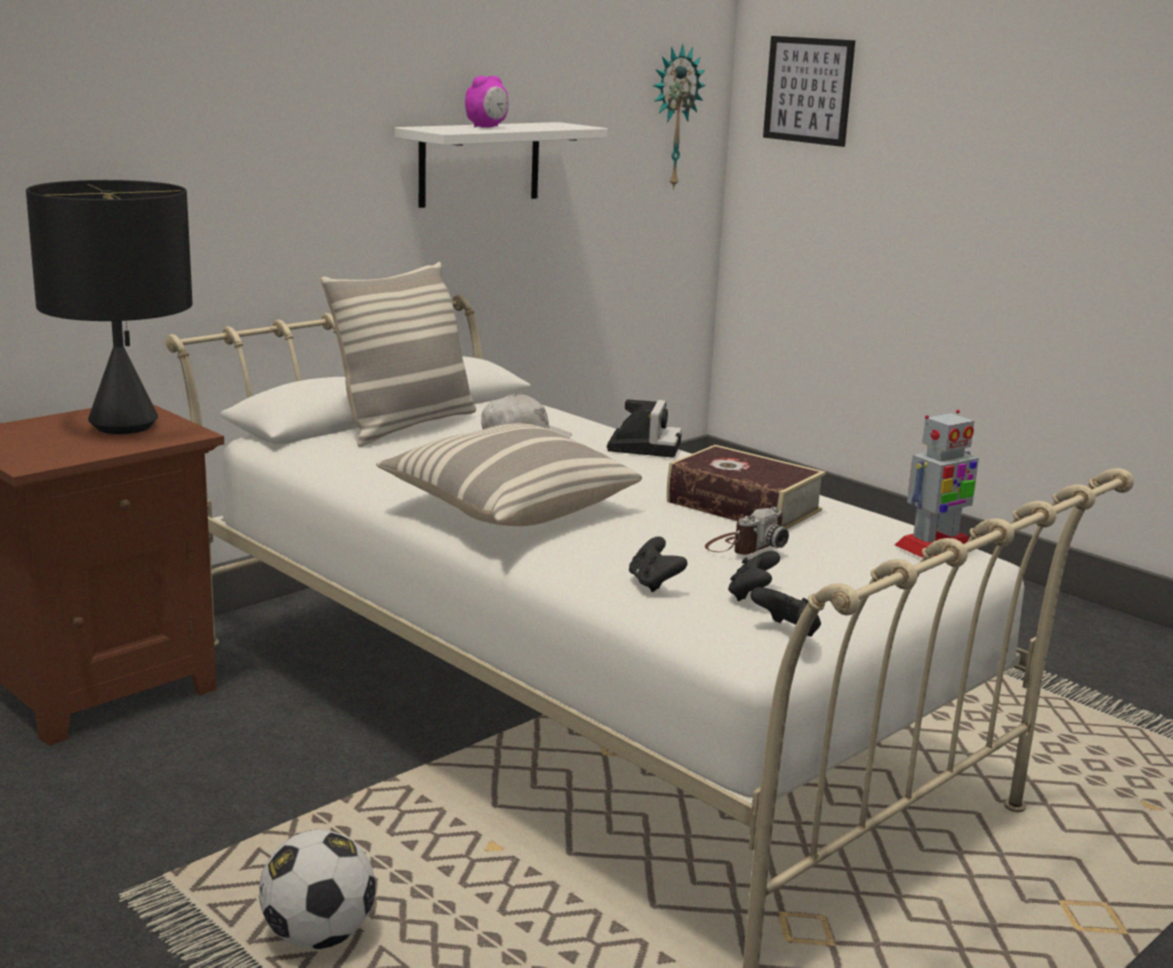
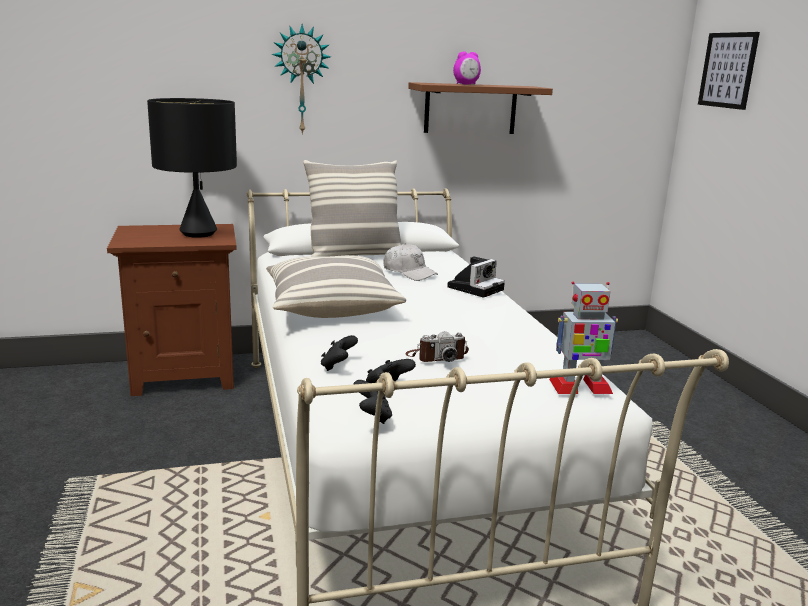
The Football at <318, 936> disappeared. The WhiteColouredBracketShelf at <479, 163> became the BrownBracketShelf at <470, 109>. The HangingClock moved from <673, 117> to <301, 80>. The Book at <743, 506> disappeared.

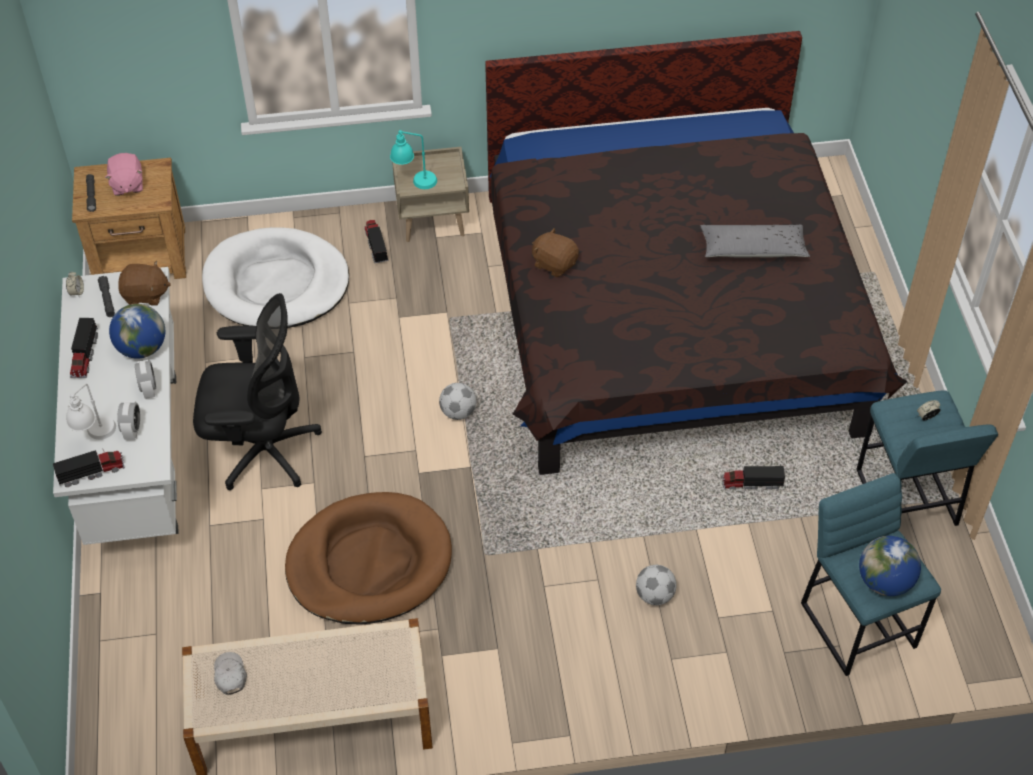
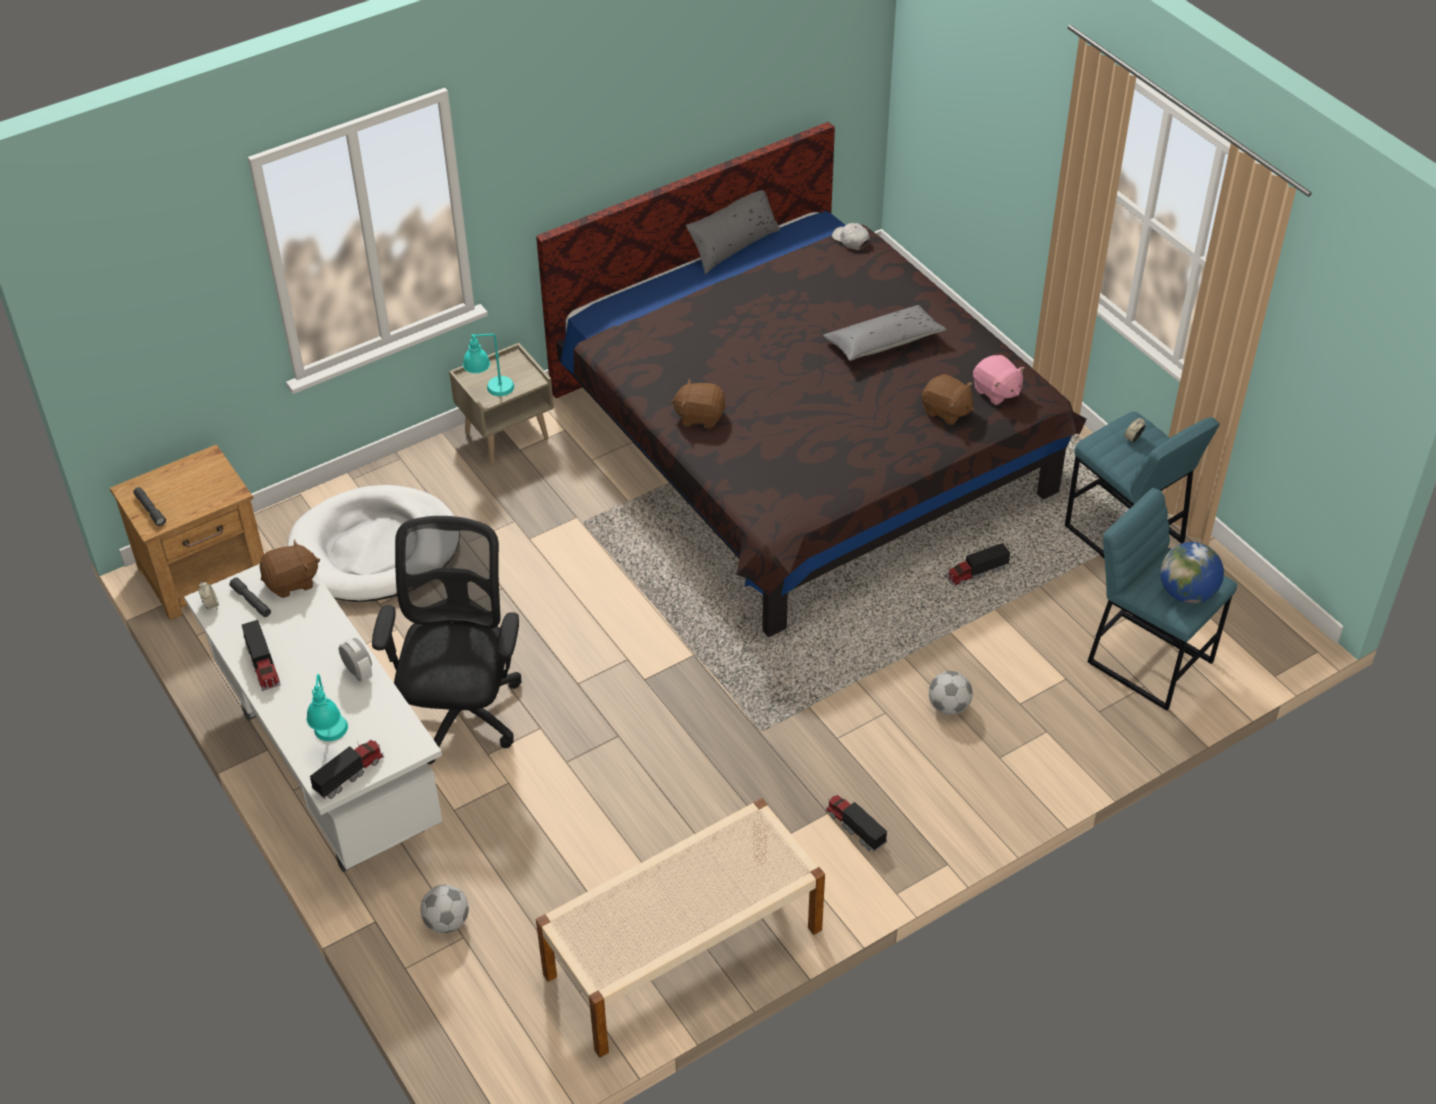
The WhiteColouredLampForATable at <96, 438> became the TurquoiseColouredLampForATable at <332, 739>. The PinkishPlushToy moved from <127, 185> to <996, 392>. The DeskGlobe at <142, 348> disappeared. The AlarmClock at <132, 430> disappeared. The BlackColouredDeskChair at <258, 452> turned 60 degrees counterclockwise. The WhiteColouredPeakedCap moved from <230, 675> to <851, 240>. The BrownDogCushion at <369, 563> disappeared. The ToyLorry moved from <376, 245> to <855, 827>. The Football moved from <458, 412> to <446, 922>. The GreyishCushion at <734, 246> appeared. The BrownPlushToy at <946, 411> appeared.

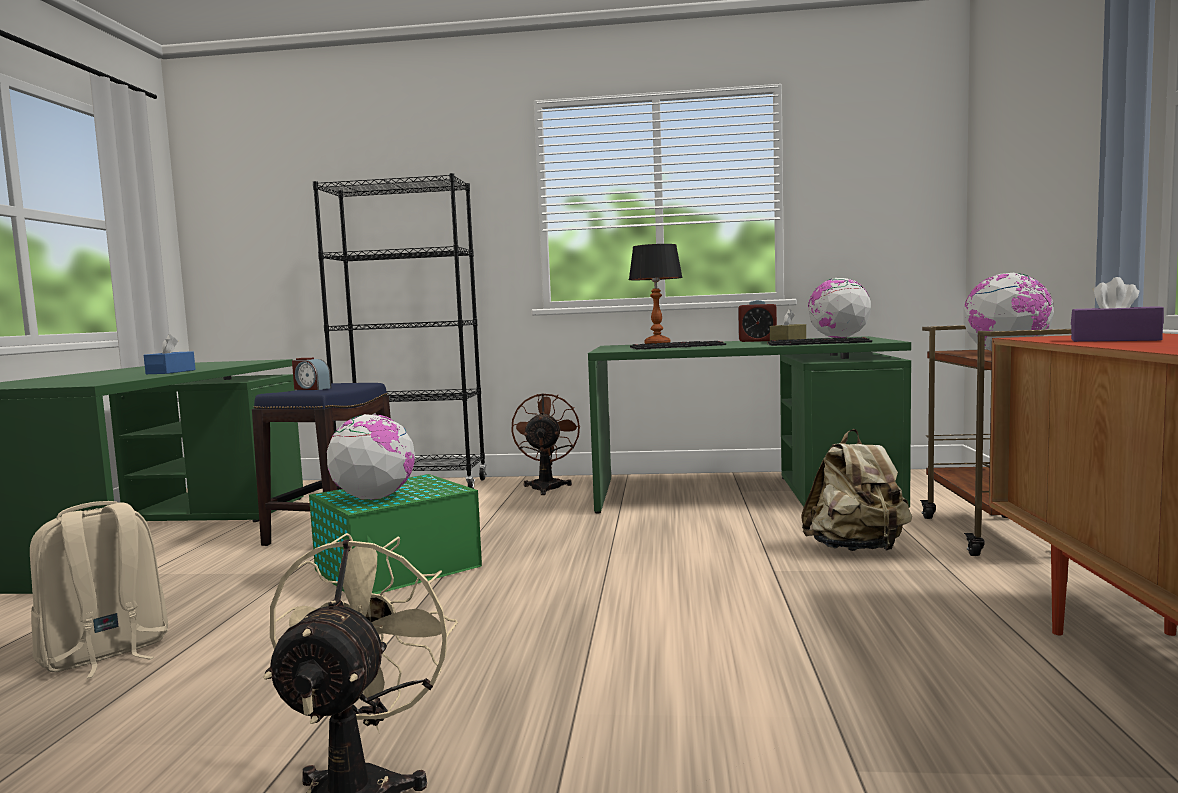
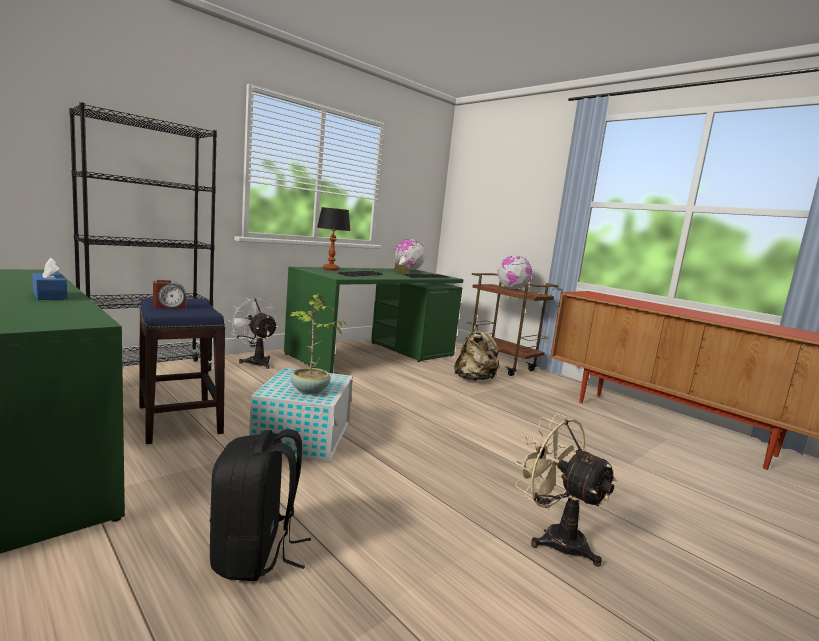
The BeigeBackpack at <104, 655> became the BlackColouredBackpack at <255, 554>. The GreenishStorageBox at <400, 569> became the WhiteColouredStorageBox at <303, 435>. The DeskGlobe at <374, 498> was replaced by the Houseplant at <309, 391>. The BrownFan at <547, 486> became the WhiteColouredFan at <255, 361>. The AlarmClock at <757, 341> disappeared. The PurpleTissueBox at <1114, 340> disappeared.

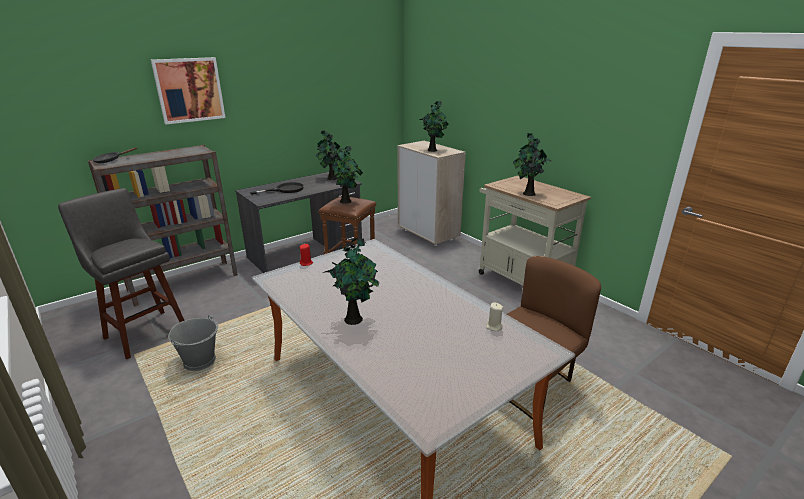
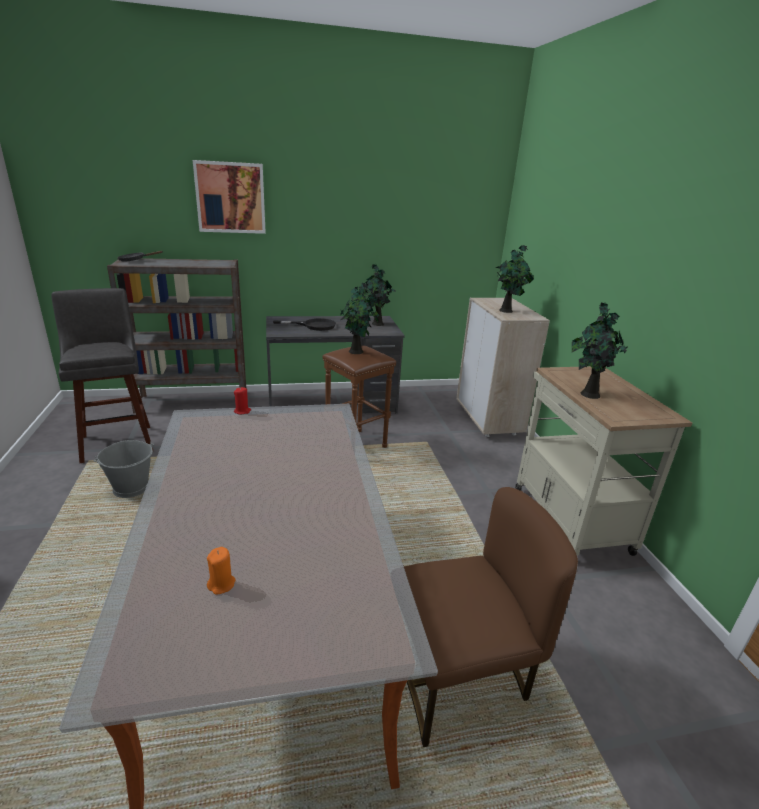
The Houseplant at <355, 319> disappeared. The BeigeWaxLight at <494, 327> disappeared. The OrangeColouredWaxLight at <221, 584> appeared.

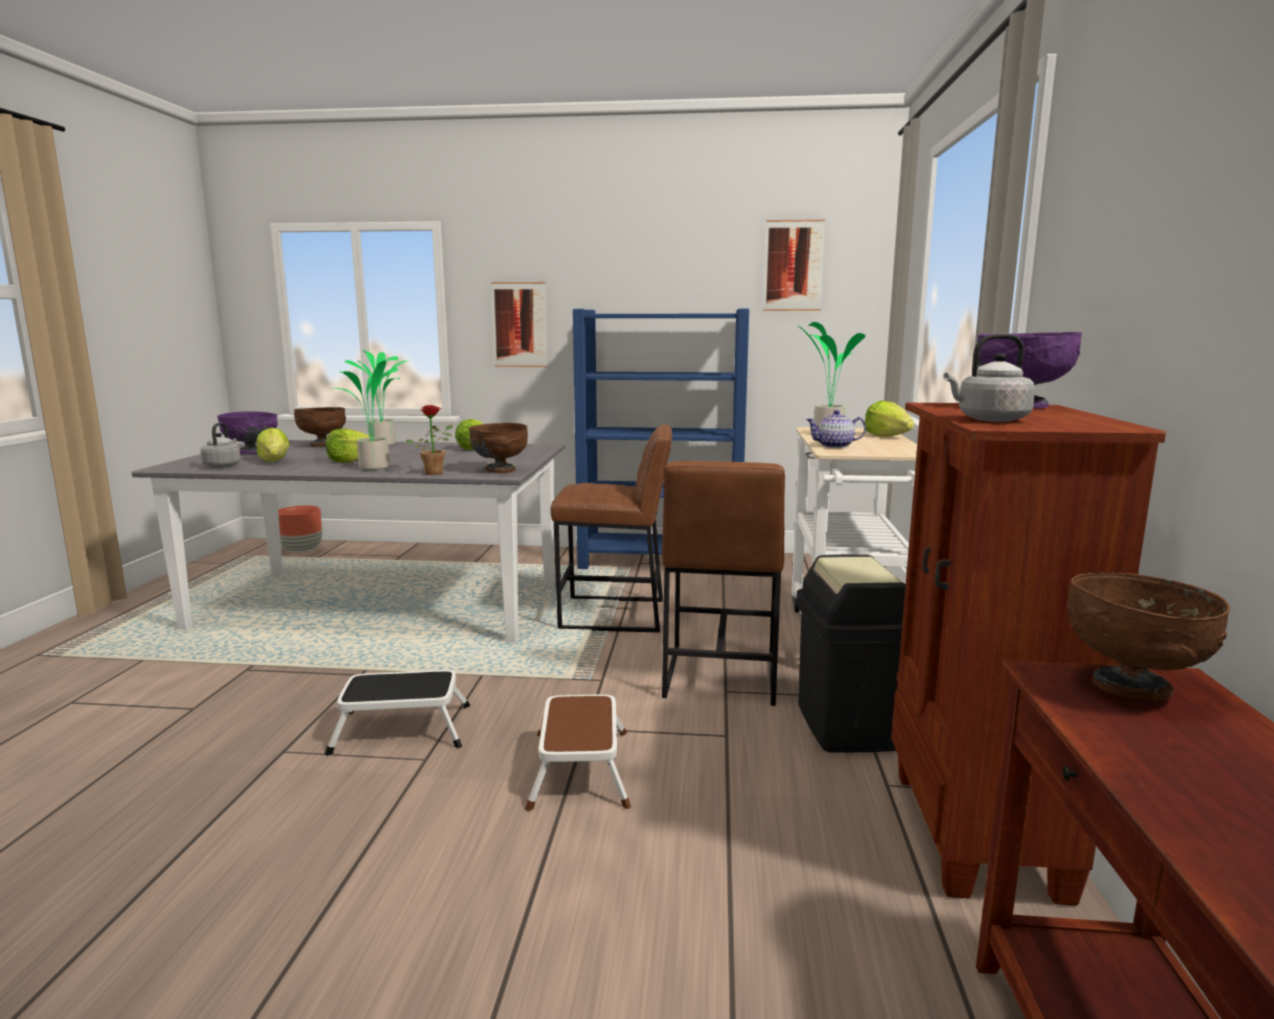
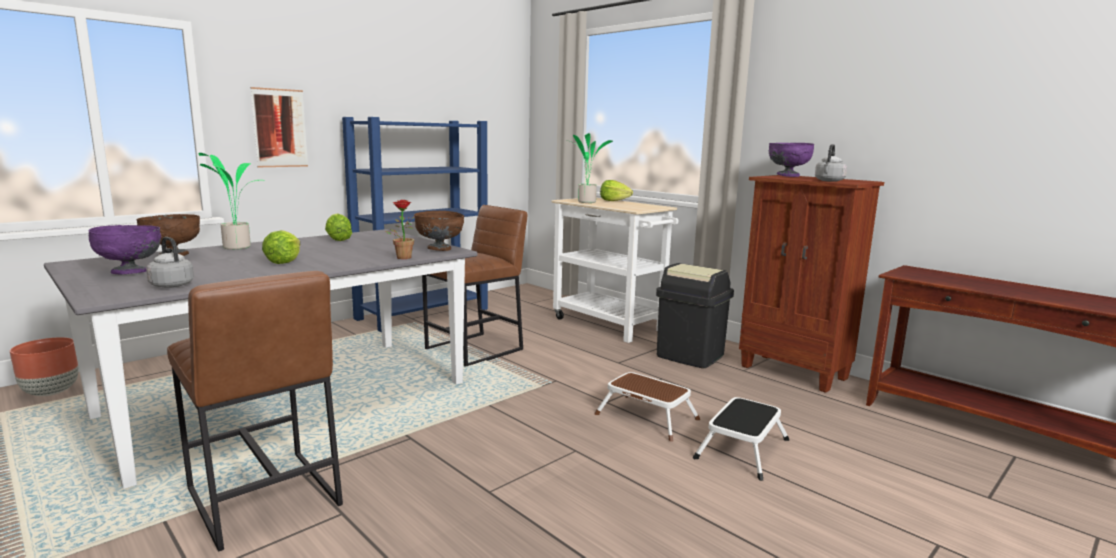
The LettuceHead at <275, 461> disappeared. The BlackColouredStepladder moved from <402, 728> to <741, 448>. The Houseplant at <375, 468> disappeared. The BrownChair moved from <720, 676> to <264, 498>. The WallPicture at <793, 266> disappeared. The TeaPot at <835, 446> disappeared. The BrownServingBowl at <1132, 688> disappeared.

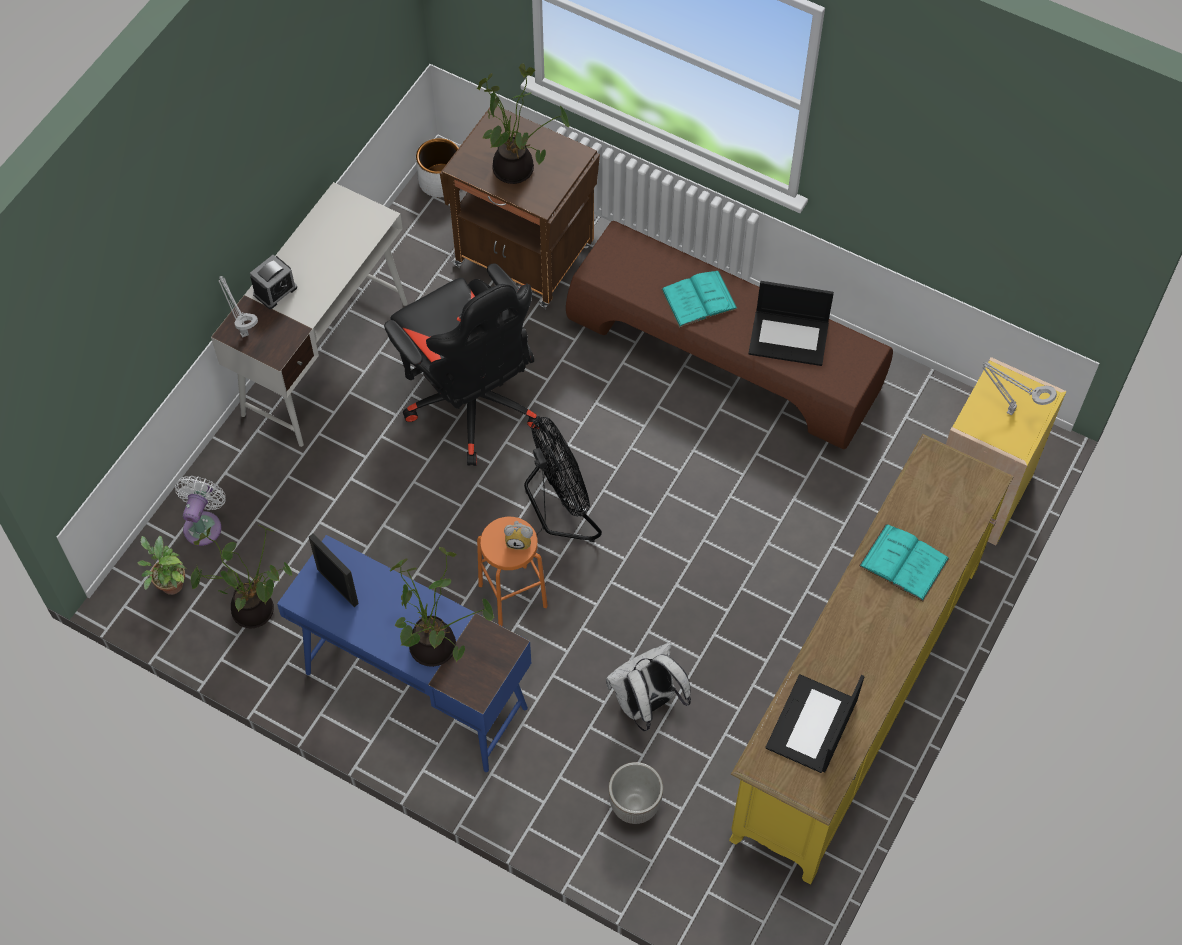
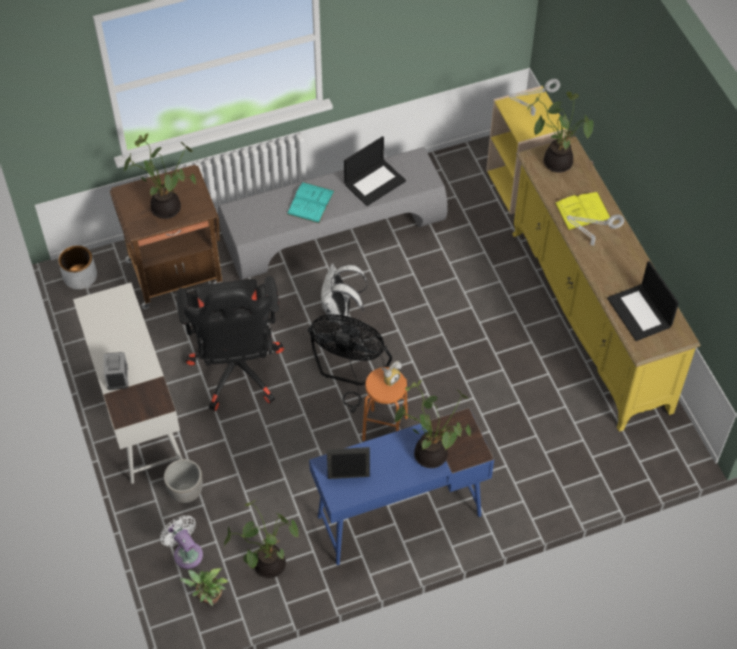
The GreyishLampForATable moved from <243, 332> to <590, 243>. The BlackColouredDeskChair at <467, 395> turned 75 degrees clockwise. The BrownIndoorBench at <725, 354> became the GreyishIndoorBench at <333, 229>. The WhiteColouredBackpack moved from <646, 704> to <340, 313>. The FlowerPot moved from <634, 806> to <186, 493>. The TurquoiseColouredBook at <904, 562> became the YellowishBook at <582, 211>. The Houseplant at <557, 160> appeared.

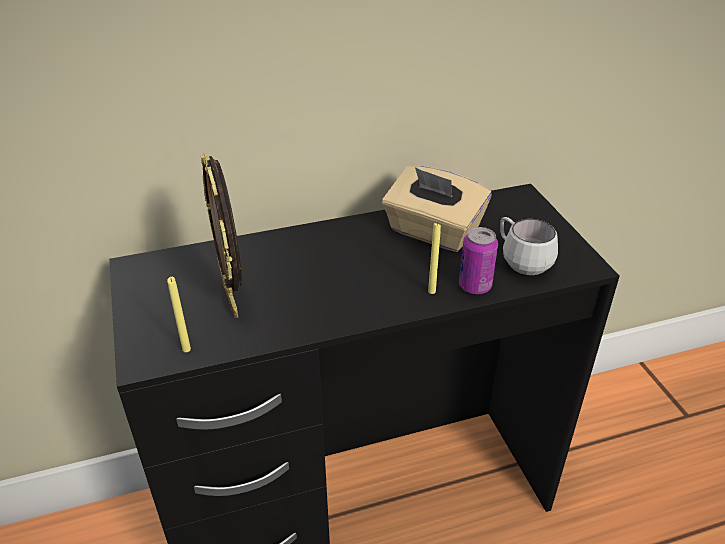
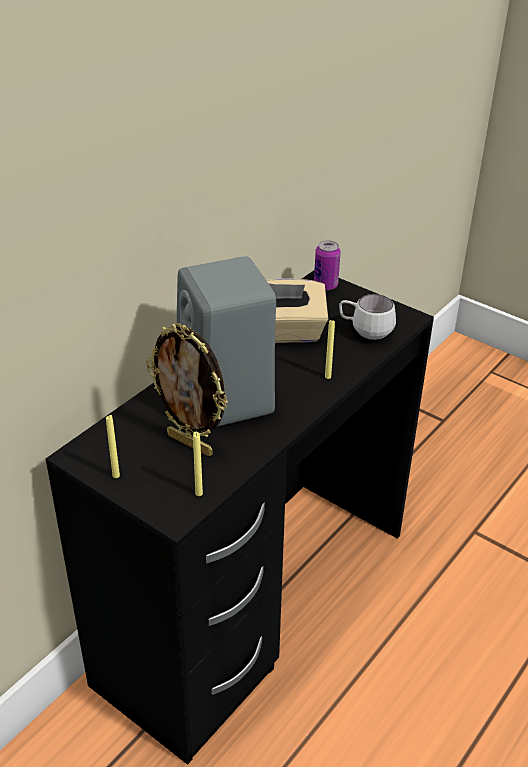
The MetalCan moved from <475, 286> to <325, 285>. The YellowishWaxLight at <116, 475> appeared. The GreyishLoudspeaker at <228, 400> appeared.

